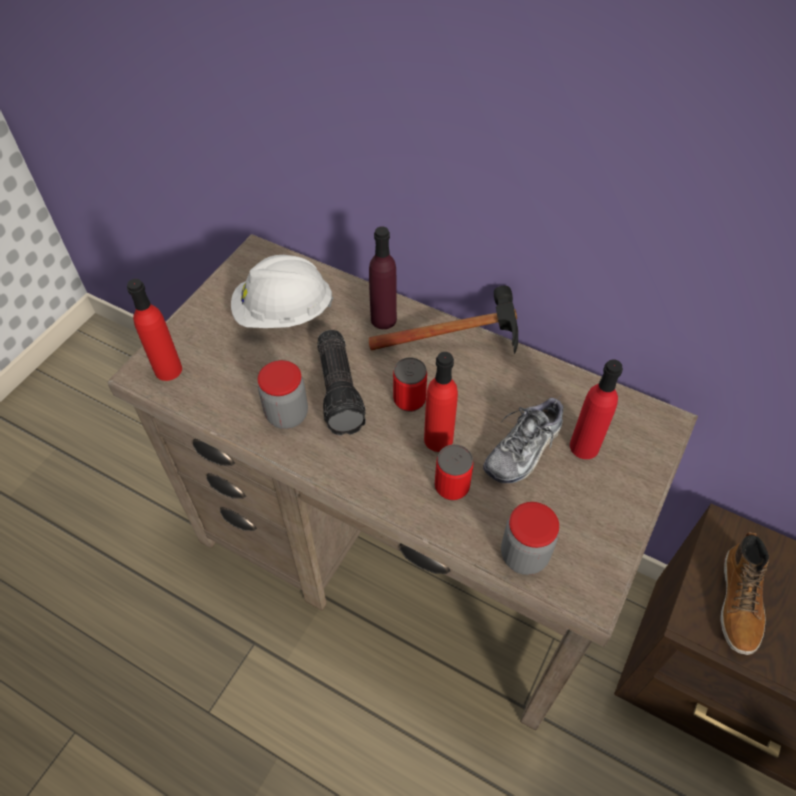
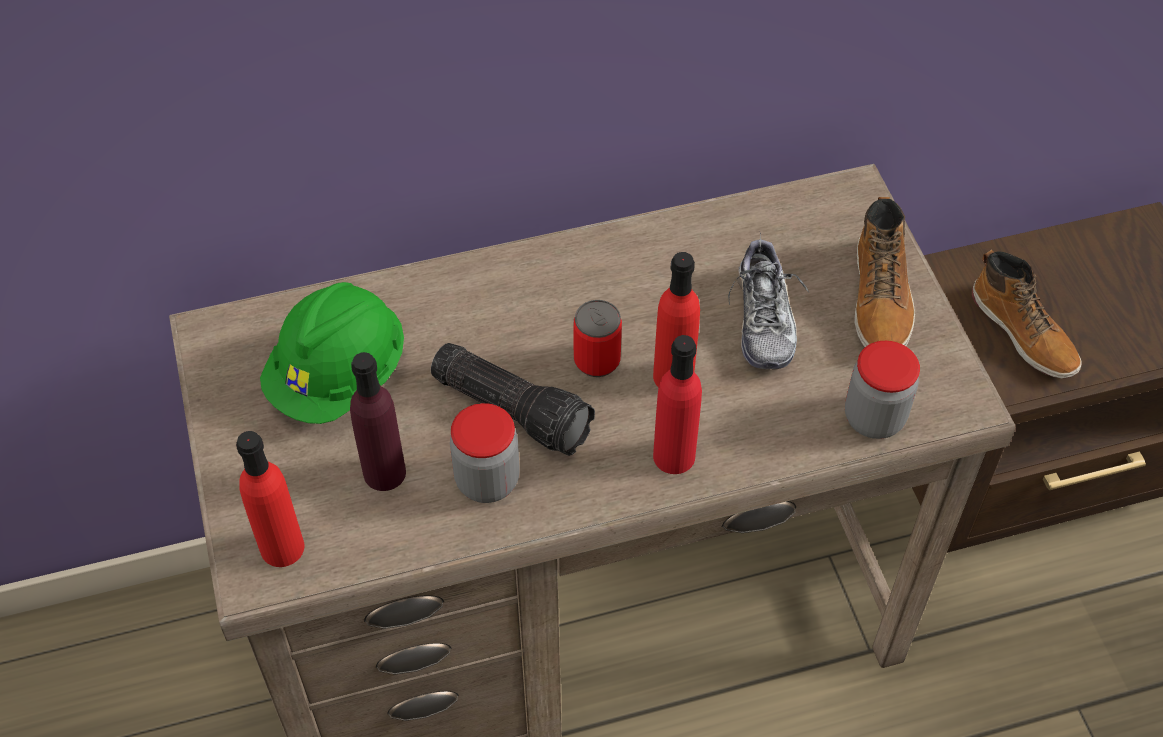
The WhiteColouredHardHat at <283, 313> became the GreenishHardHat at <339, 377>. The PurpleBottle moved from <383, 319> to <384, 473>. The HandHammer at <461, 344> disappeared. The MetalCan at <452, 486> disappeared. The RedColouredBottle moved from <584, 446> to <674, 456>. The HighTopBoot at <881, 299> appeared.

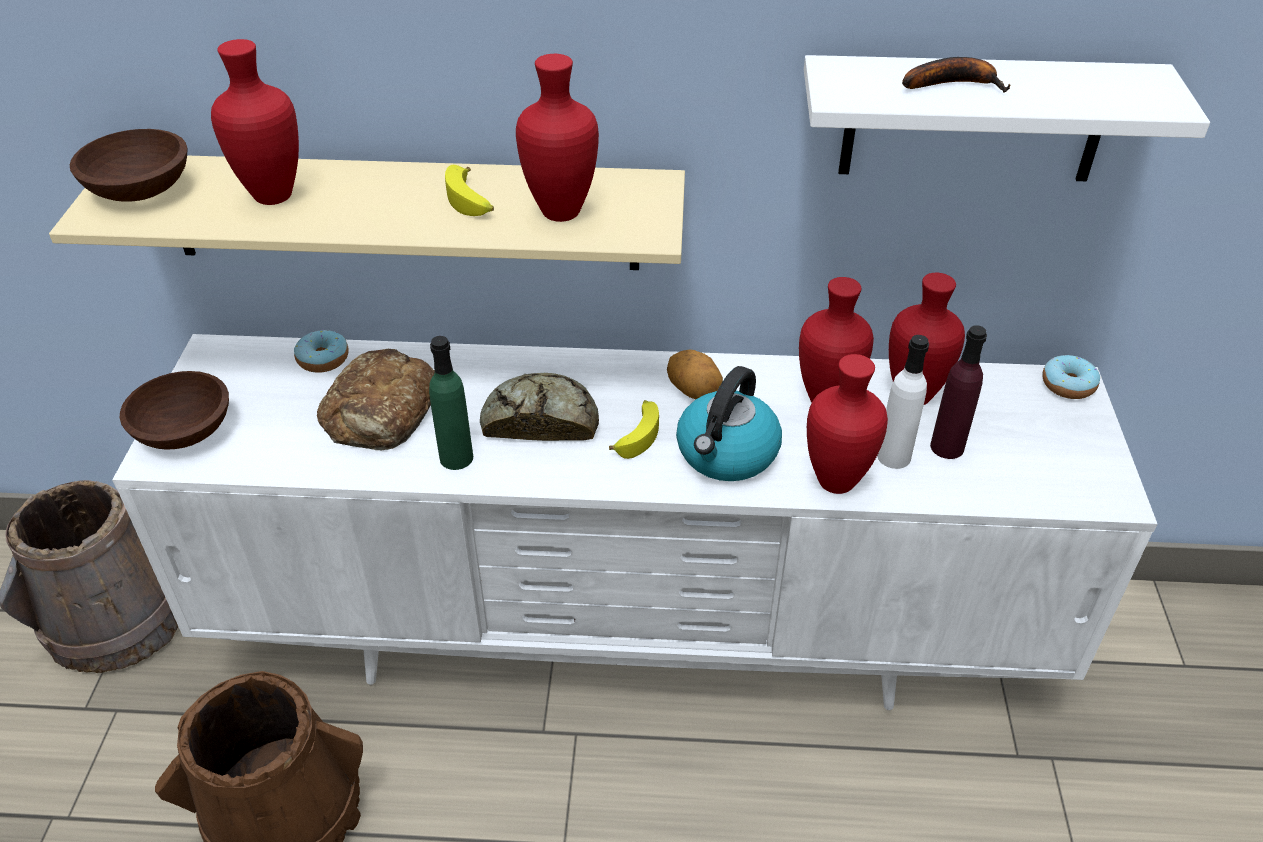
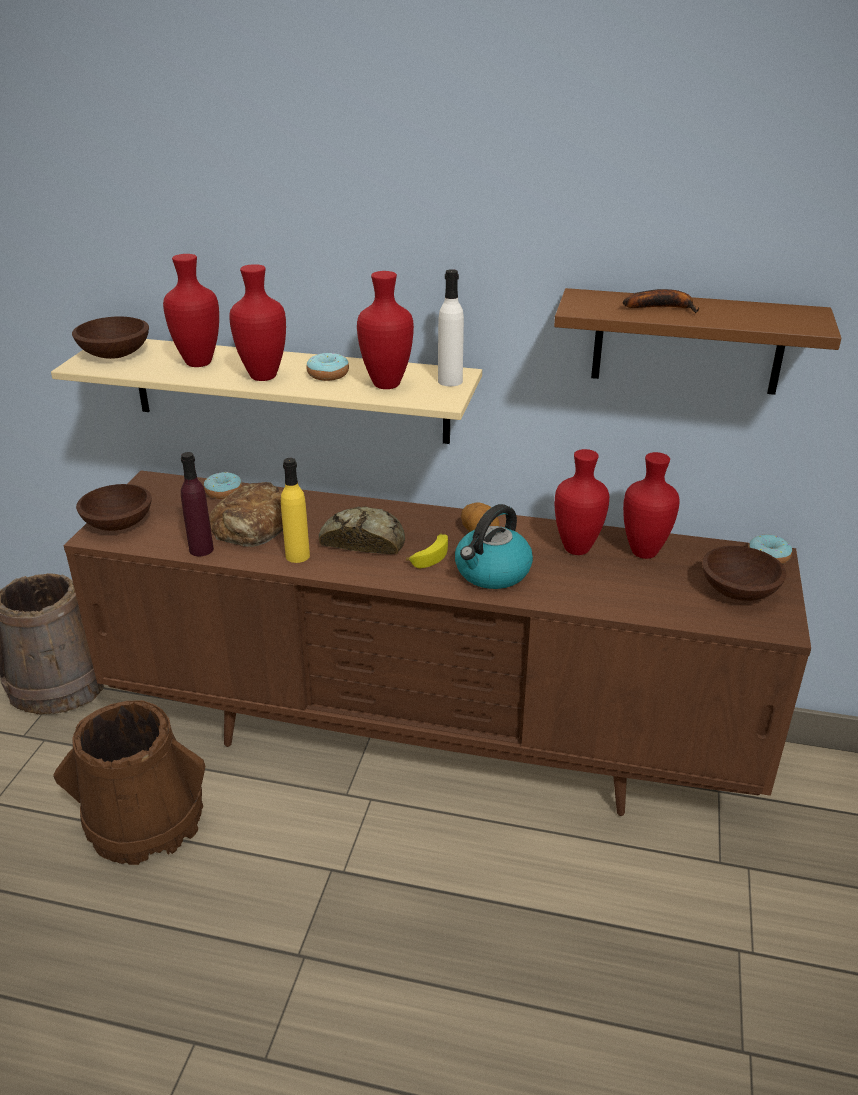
The WhiteColouredStorageCabinet at <635, 635> became the BrownStorageCabinet at <432, 740>. The GreenishBottle at <456, 458> became the YellowishBottle at <297, 556>. The WholeBanana at <471, 201> was replaced by the Donut at <328, 374>. The WhiteColouredBracketShelf at <974, 119> became the BrownBracketShelf at <688, 342>. The RedColouredDecorativeVase moved from <838, 483> to <264, 377>. The WhiteColouredBottle moved from <893, 456> to <450, 381>. The PurpleBottle moved from <947, 447> to <201, 549>. The BrownServingBowl at <740, 591> appeared.

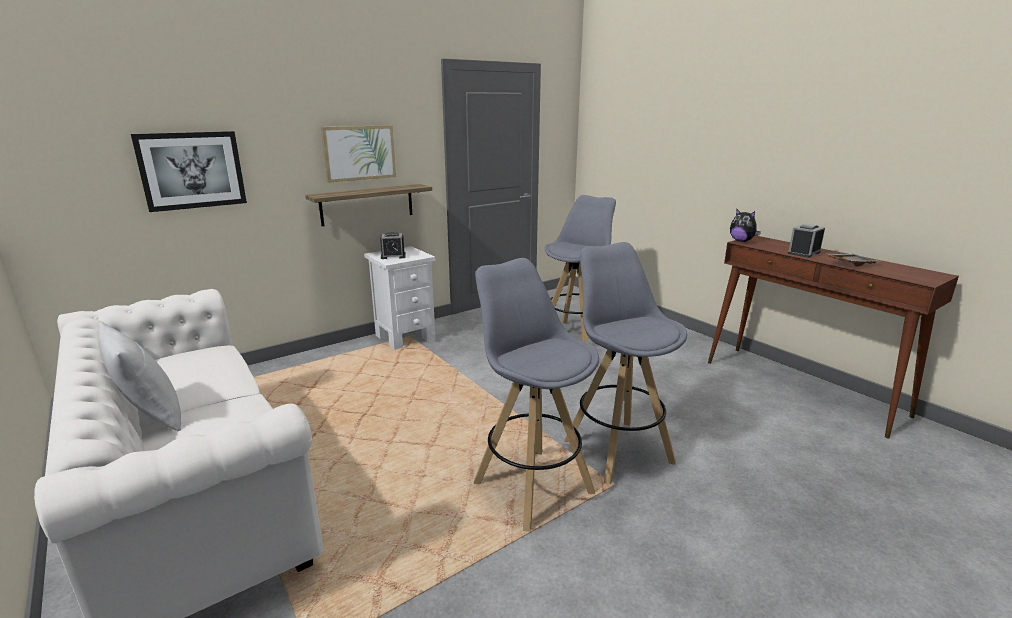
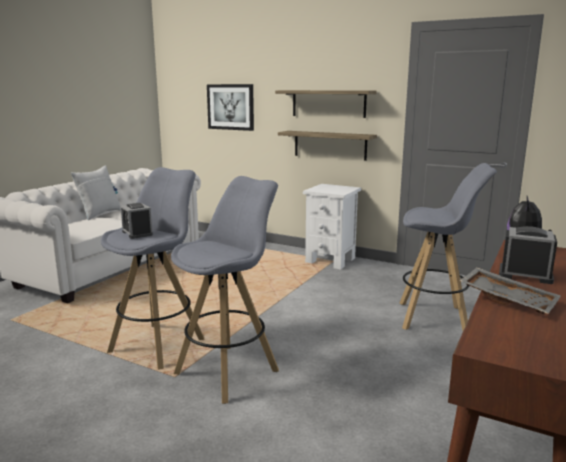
The WallPicture at <359, 153> was replaced by the BracketShelf at <328, 103>. The AlarmClock moved from <393, 256> to <137, 233>.

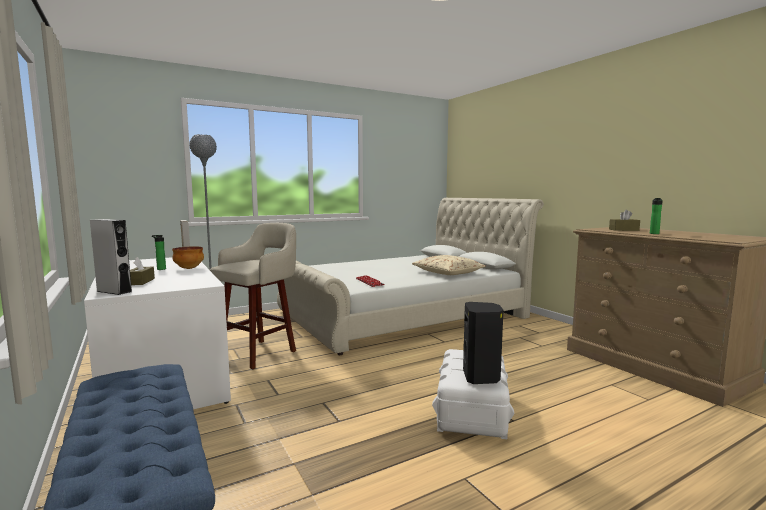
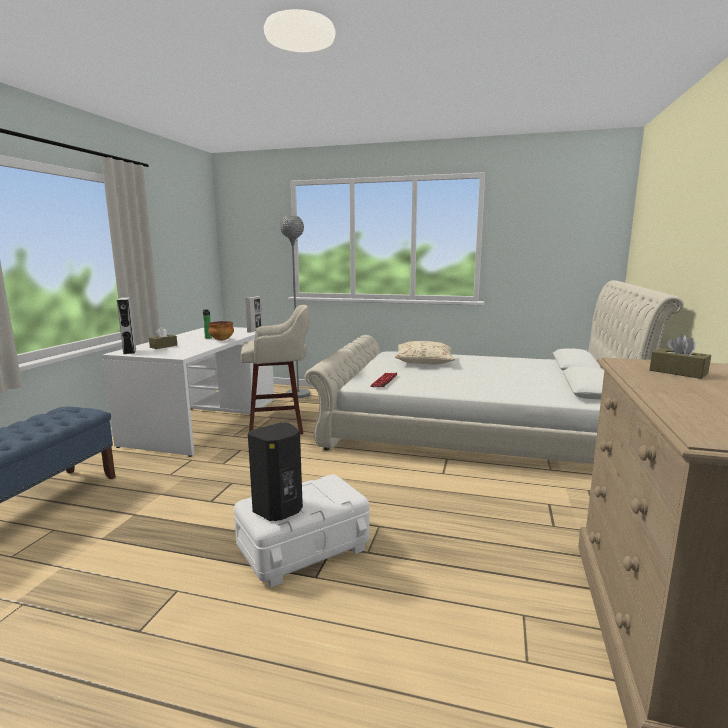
The BeigeCushion moved from <448, 273> to <424, 361>. The Bottle at <654, 233> disappeared.

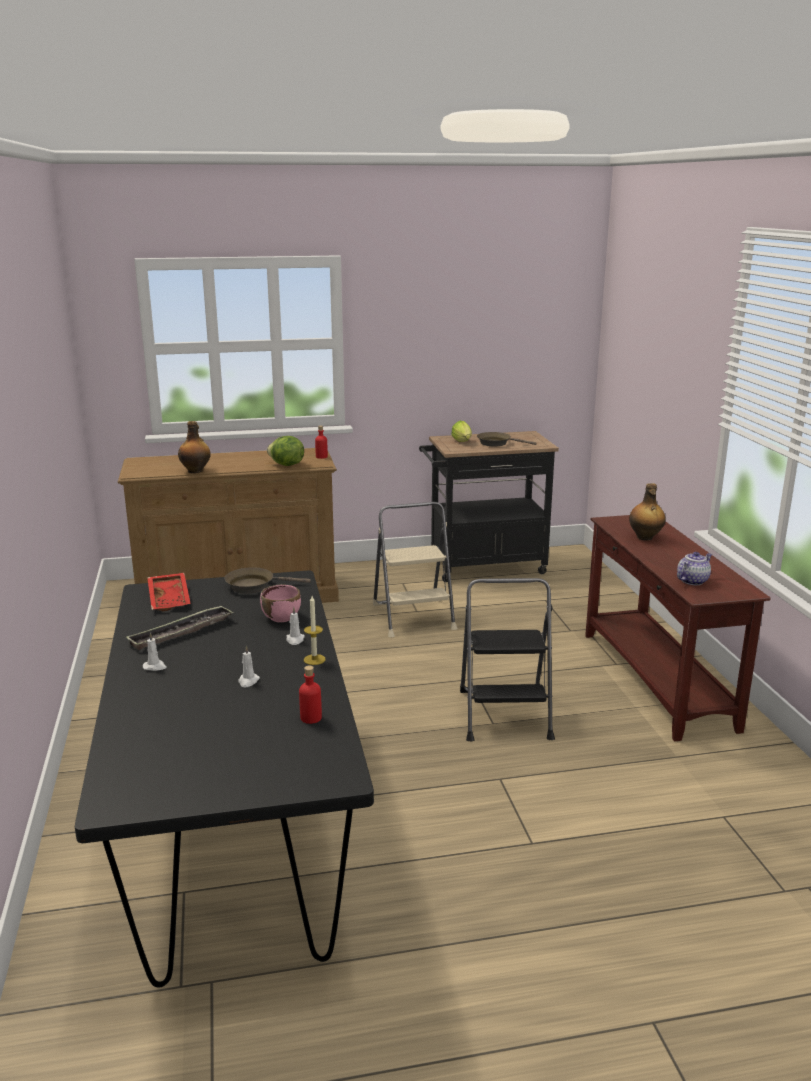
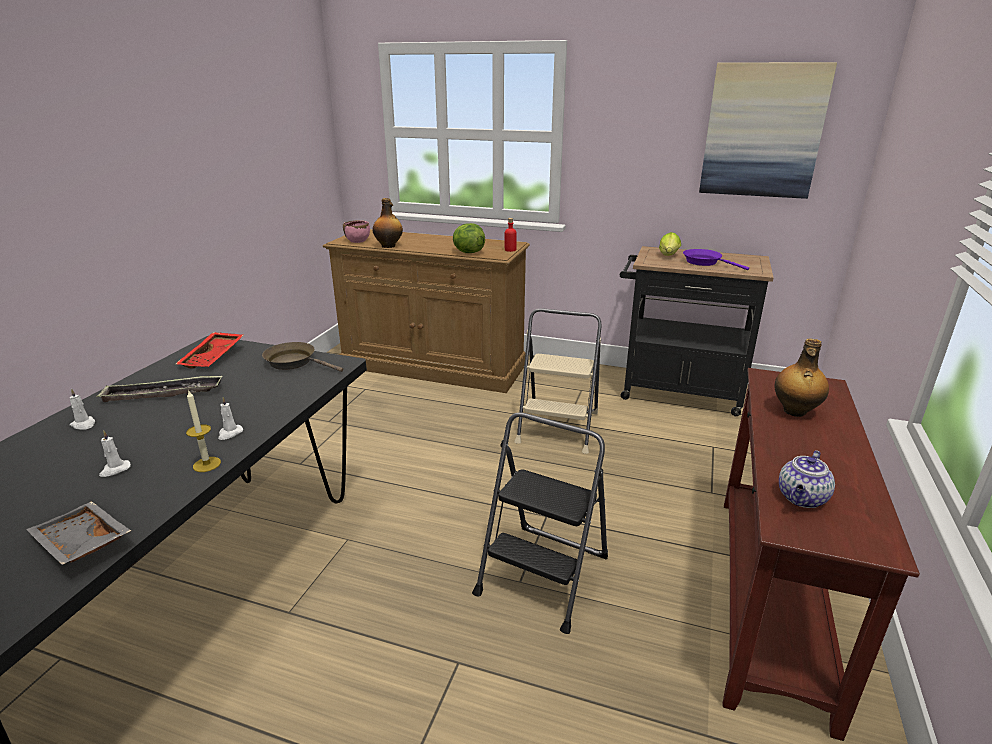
The PinkishServingBowl moved from <281, 617> to <358, 241>. The RedColouredBottle at <311, 718> was replaced by the GreyishTray at <80, 544>. The BrownPan at <496, 443> became the PurplePan at <705, 262>. The TeaPot at <692, 580> turned 135 degrees clockwise. The WallPicture at <763, 131> appeared.

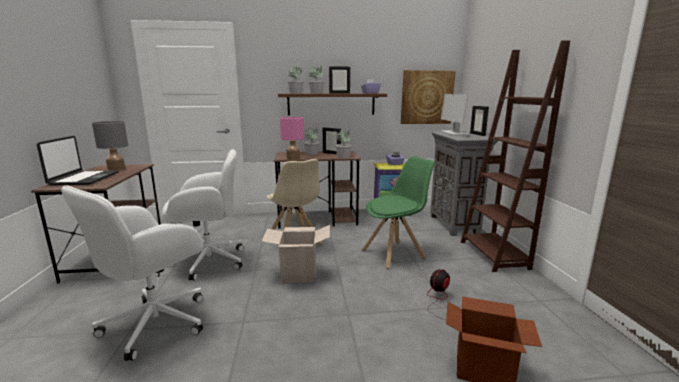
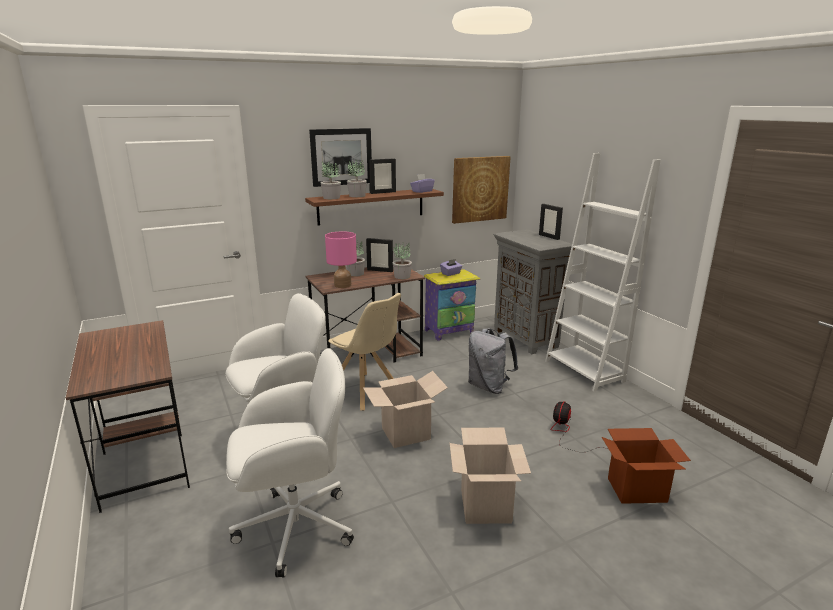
The Laptop at <84, 179> disappeared. The WhiteColouredDeskChair at <156, 323> turned 120 degrees counterclockwise. The GreyishLampForATable at <117, 168> disappeared. The GreenishChair at <395, 253> was replaced by the GreyishBackpack at <489, 387>. The ComputerScreen at <453, 133> disappeared. The BrownBookshelf at <493, 255> became the WhiteColouredBookshelf at <584, 371>. The WallPicture at <341, 157> appeared. The CardboardBox at <485, 506> appeared.

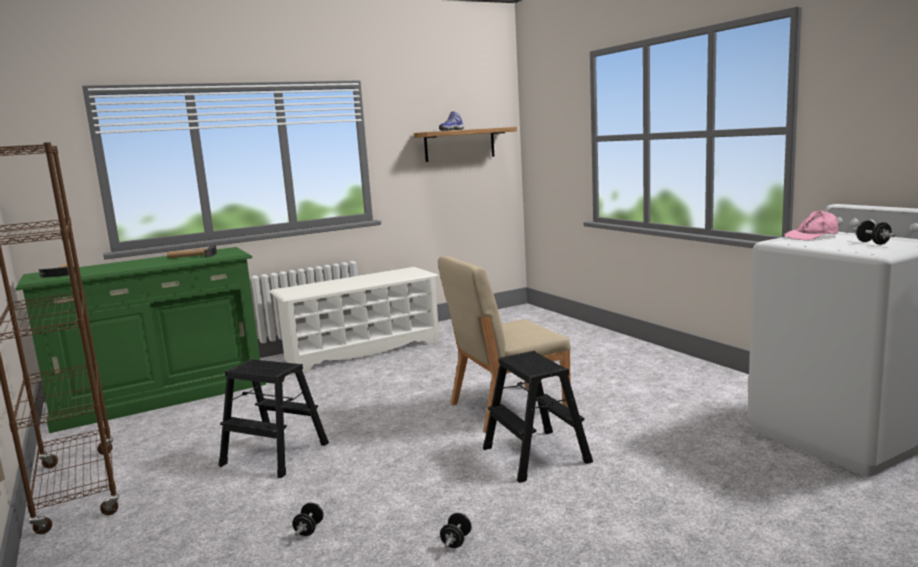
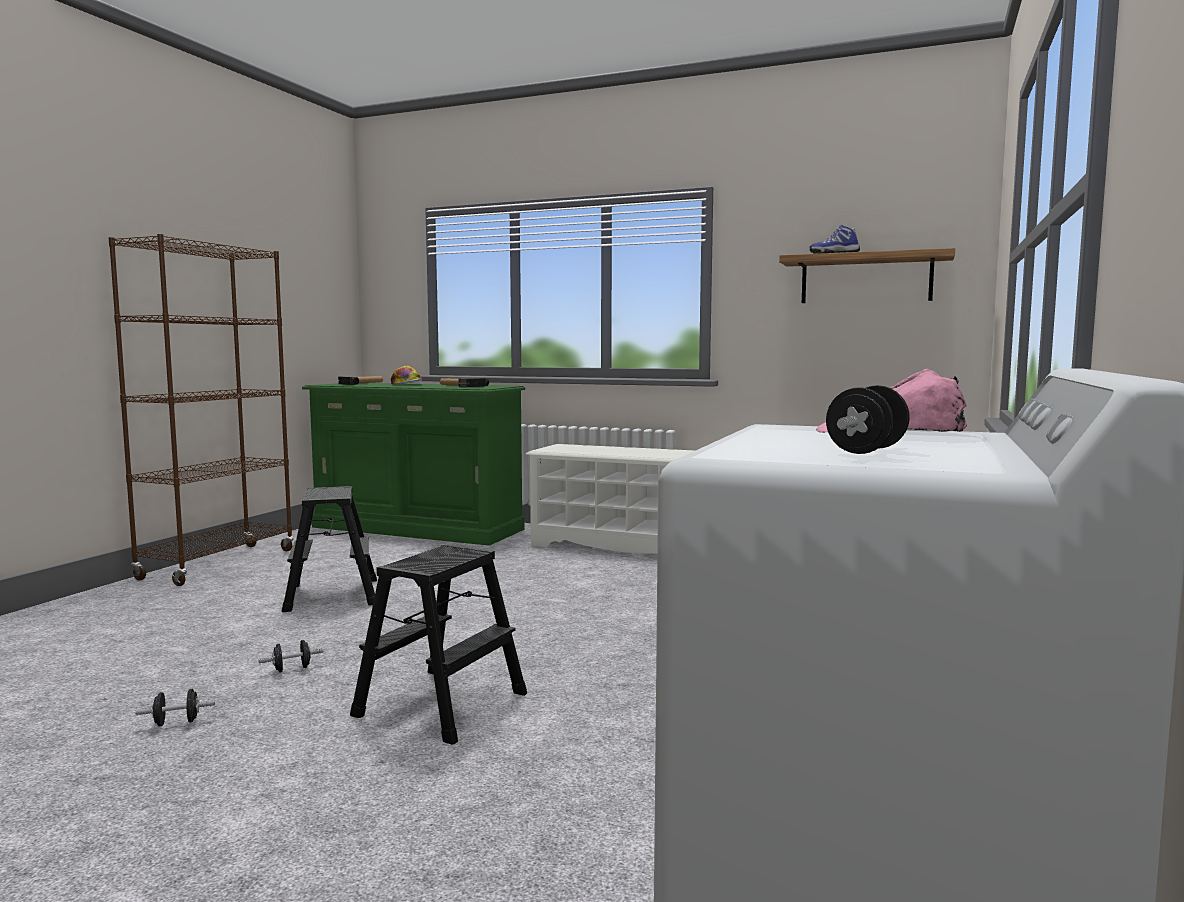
The BlackColouredHandWeight moved from <309, 529> to <292, 669>. The BeigeChair at <507, 407> disappeared. The PeakedCap at <406, 384> appeared.

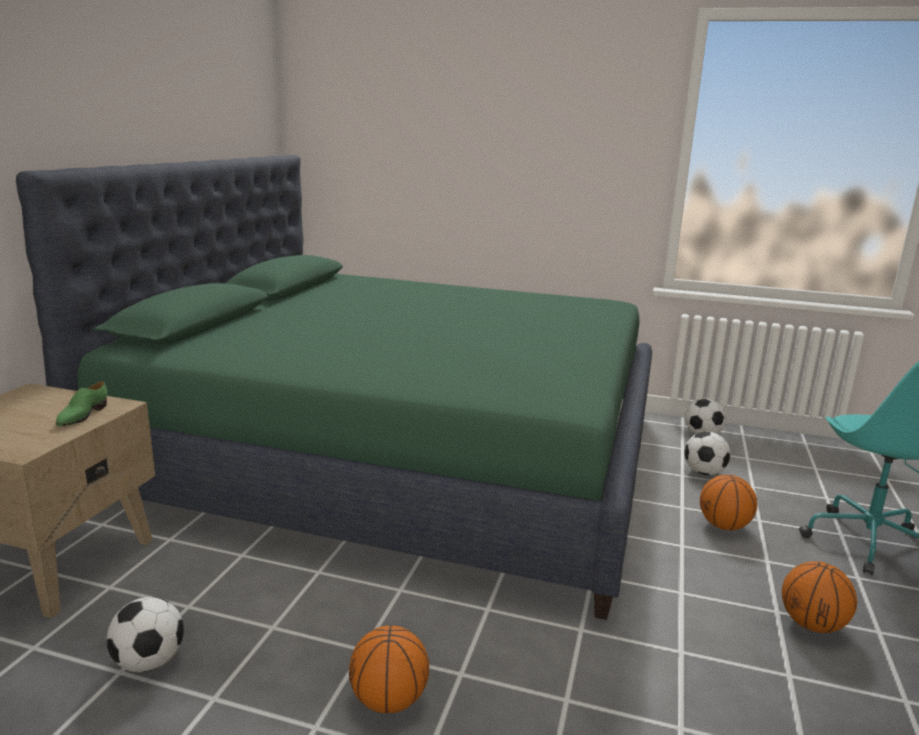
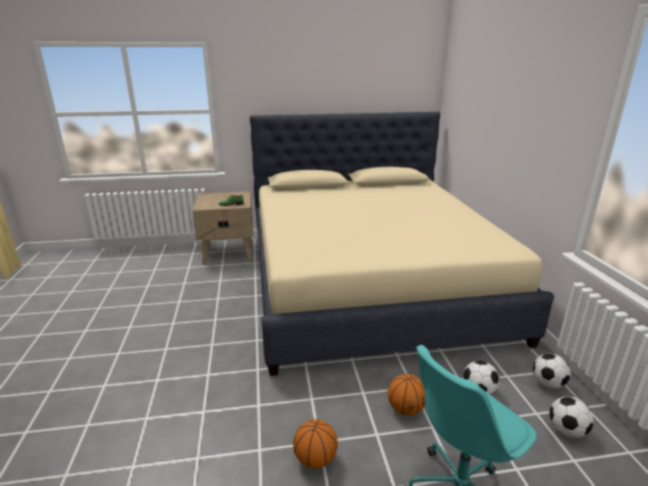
The GreenishBedroomBed at <399, 453> became the BeigeBedroomBed at <368, 282>. The Football moved from <150, 662> to <566, 431>. The BallForBasketball at <389, 700> disappeared.

